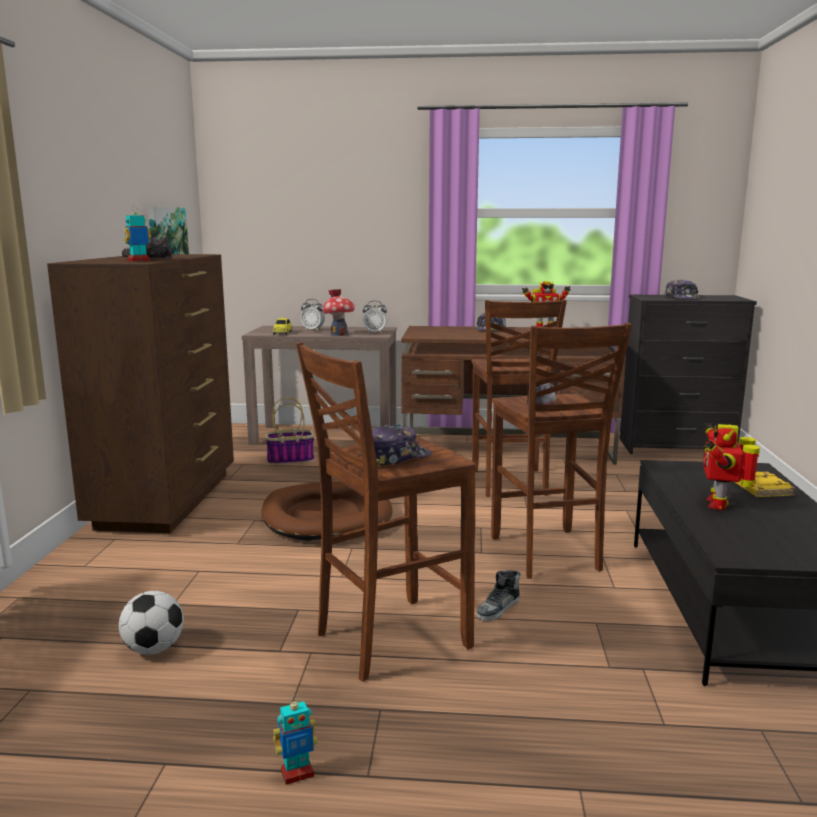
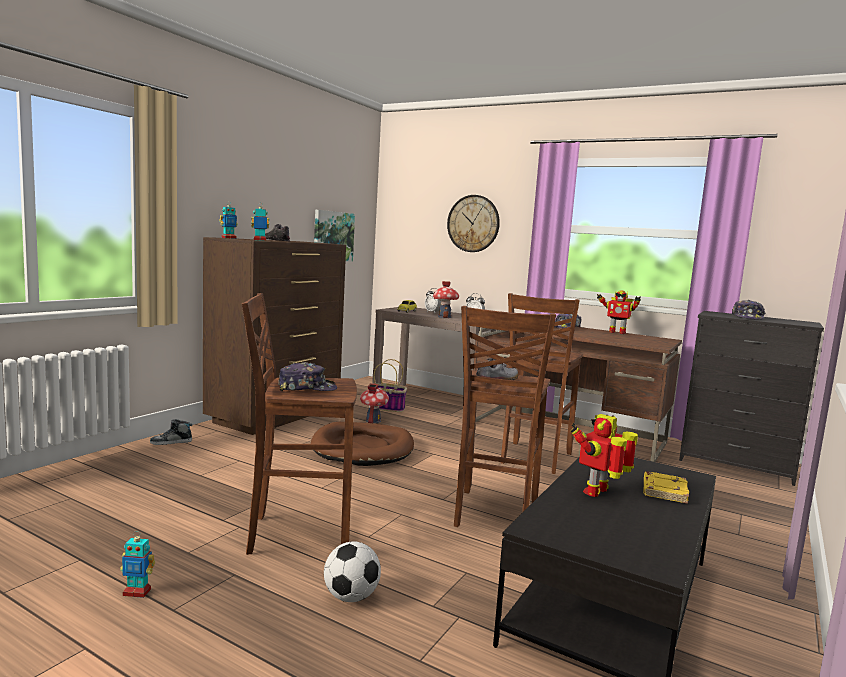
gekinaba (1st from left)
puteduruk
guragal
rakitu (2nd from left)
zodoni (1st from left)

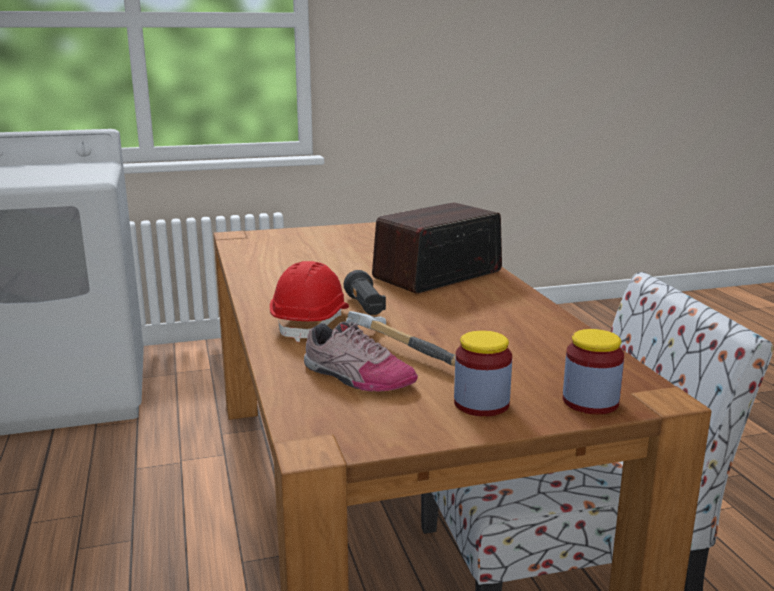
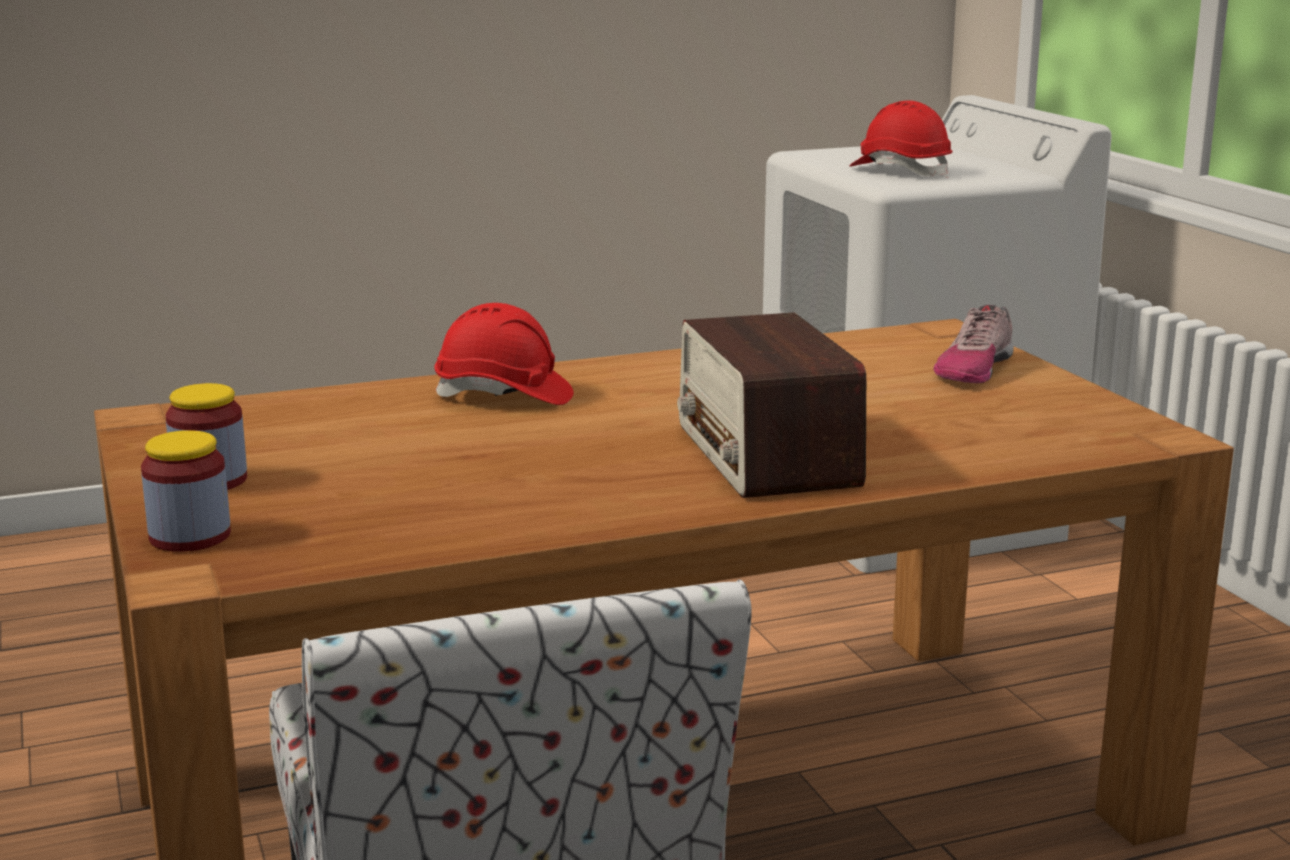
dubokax
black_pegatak
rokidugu
gekinaba
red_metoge (2nd from left)

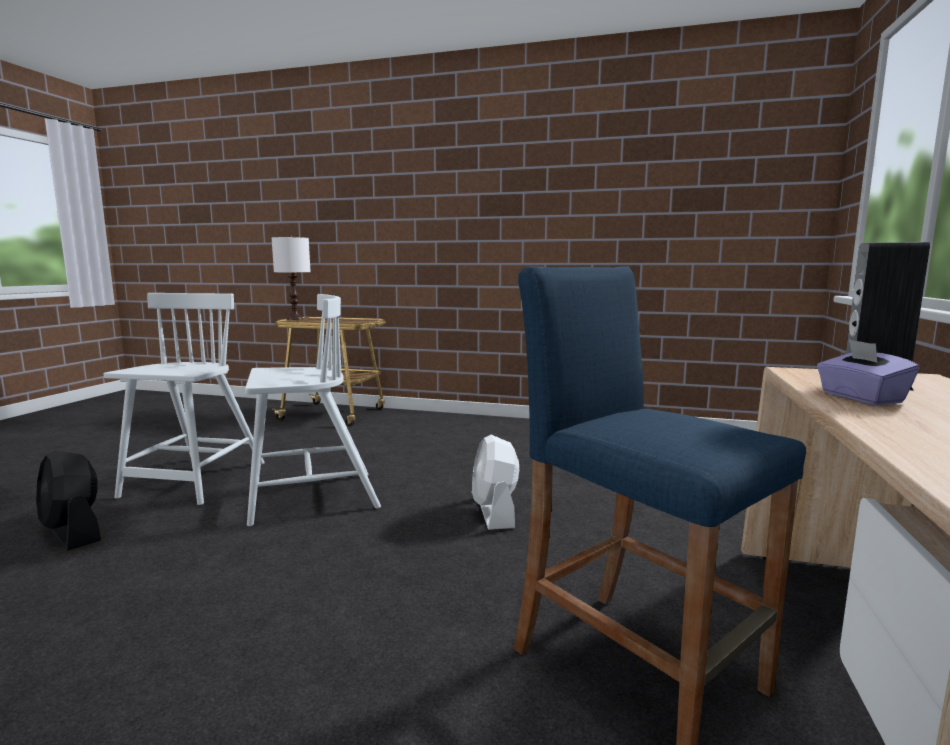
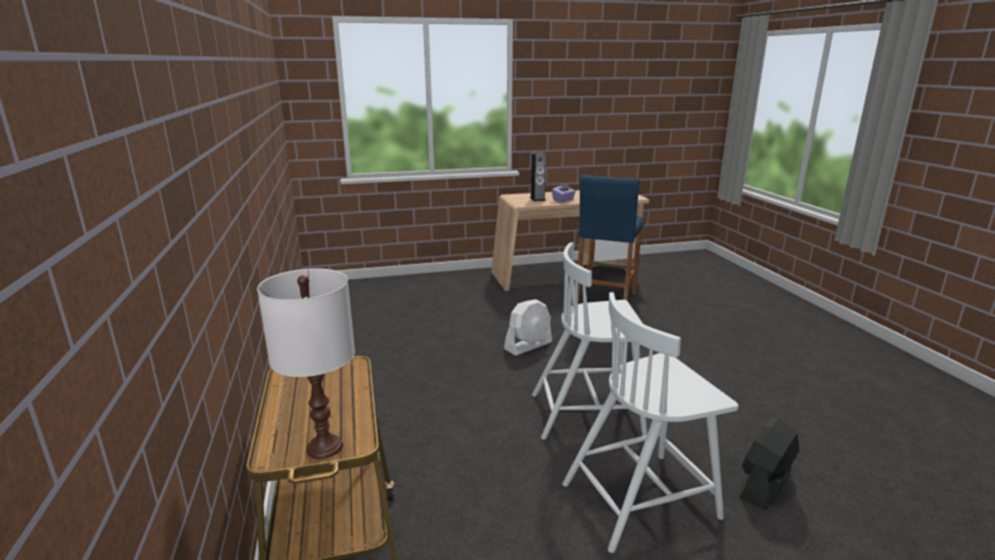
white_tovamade (1st from left)
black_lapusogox

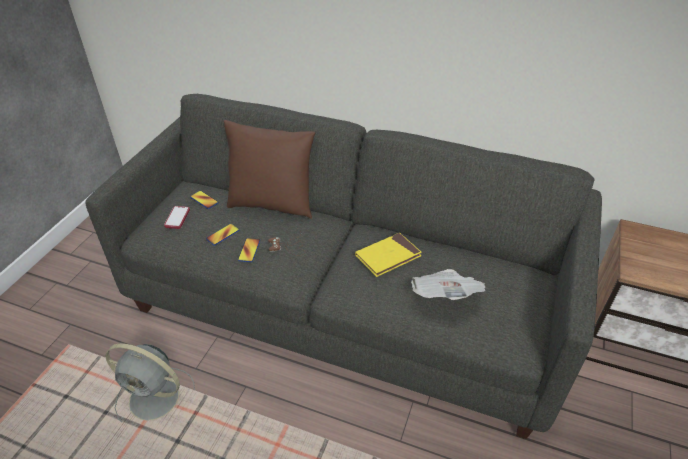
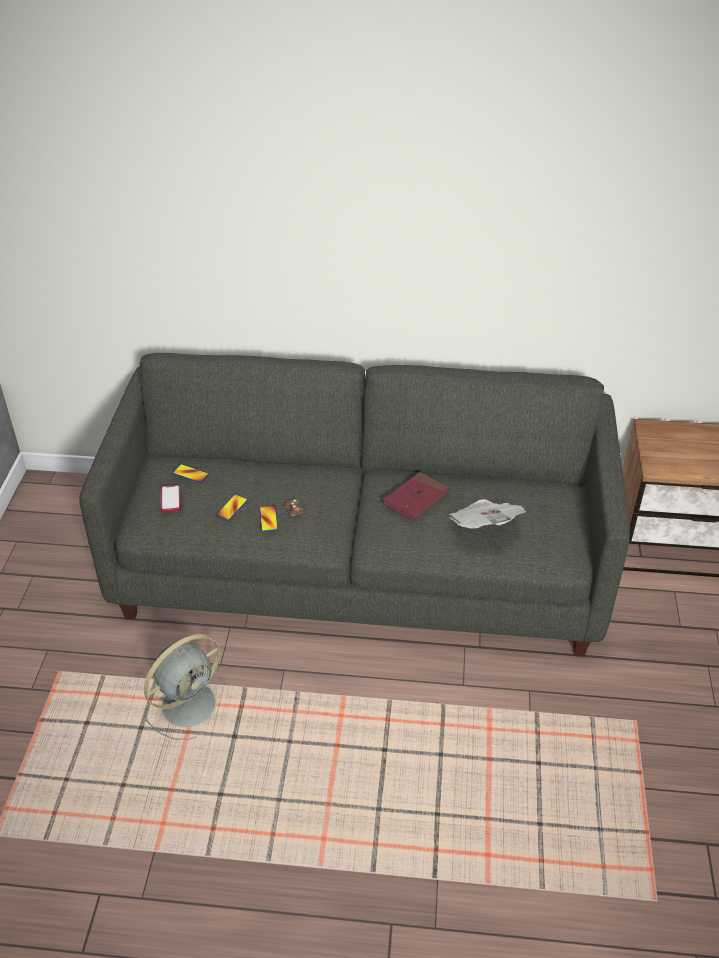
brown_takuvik
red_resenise
grey_lapusogox

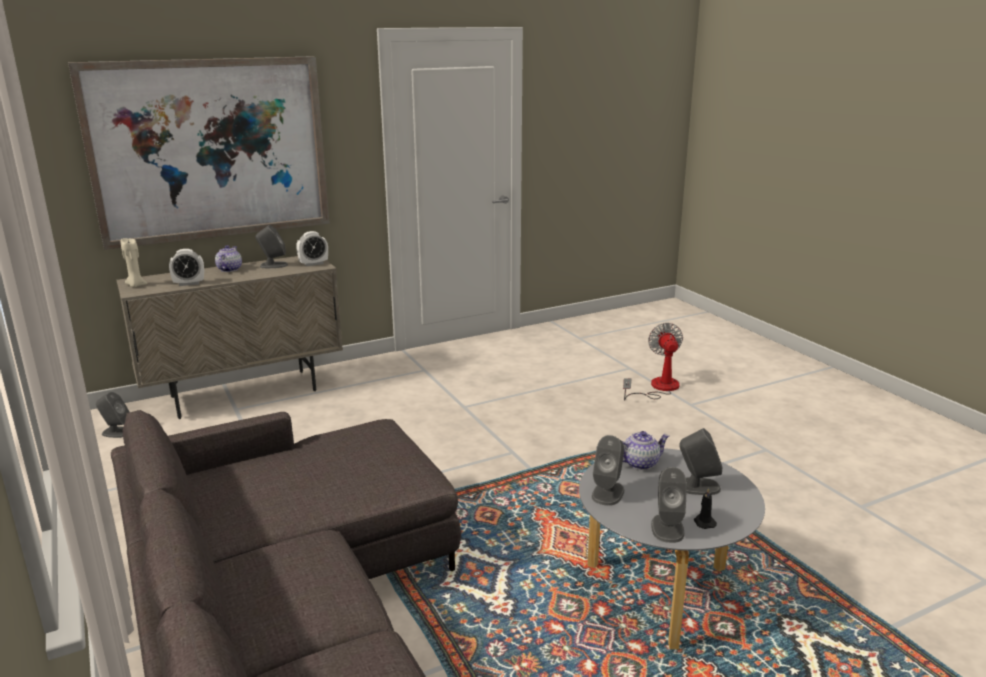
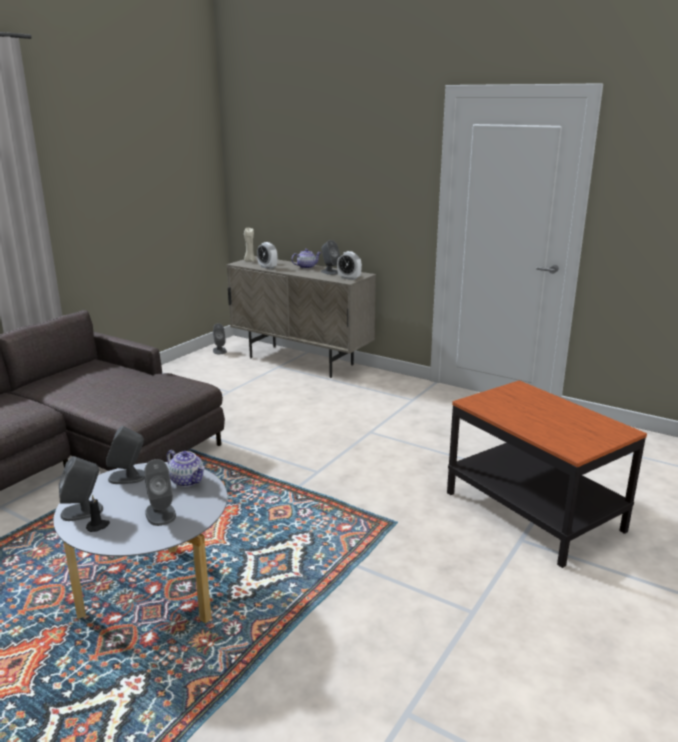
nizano
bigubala

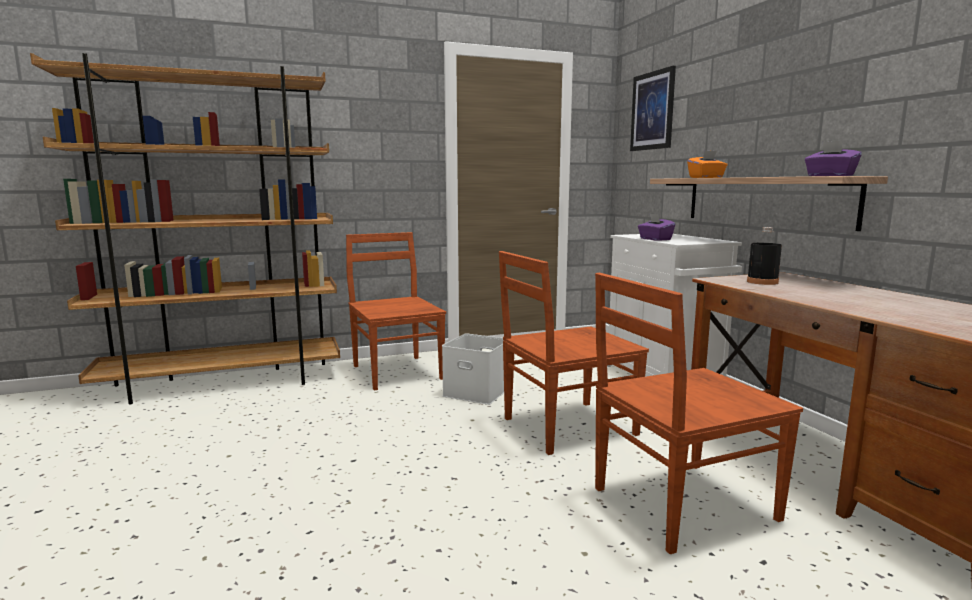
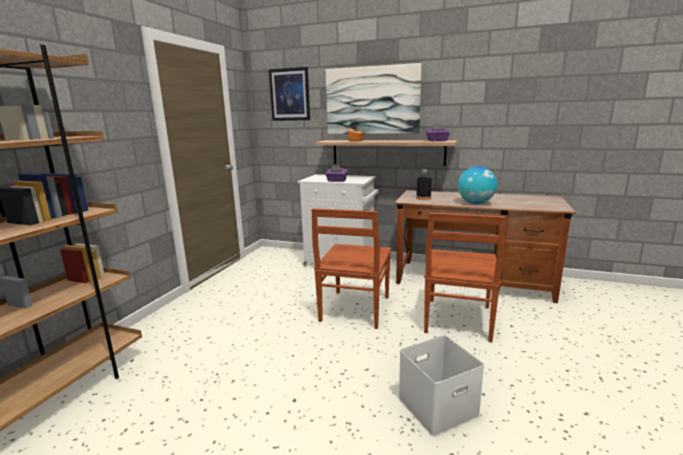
brown_tovamade (1st from left in the first image)
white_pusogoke
nizano (2nd from left)
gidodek

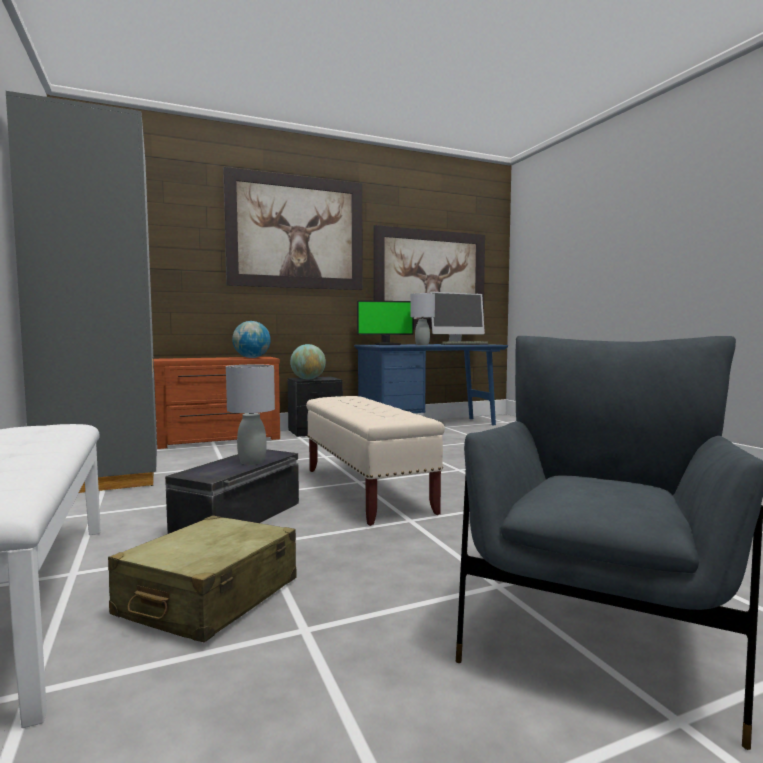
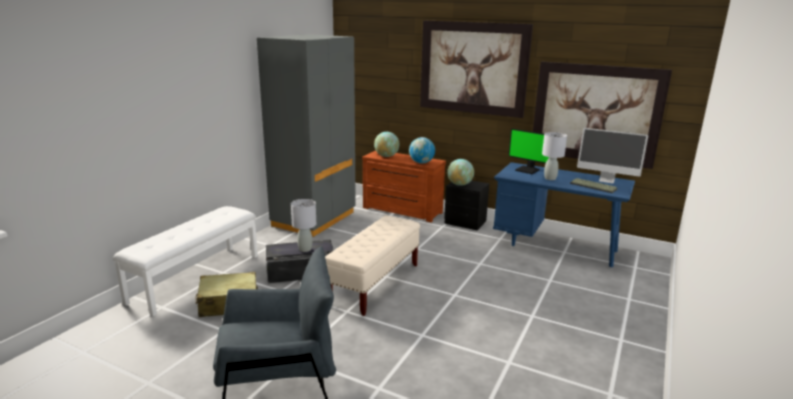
gidodek (1st from left)

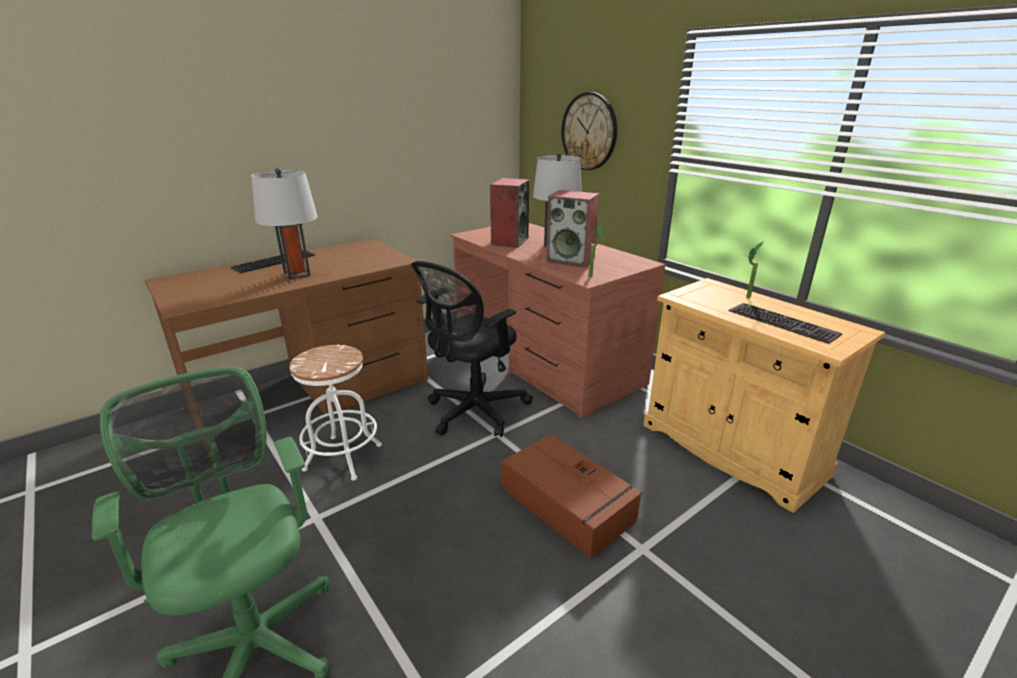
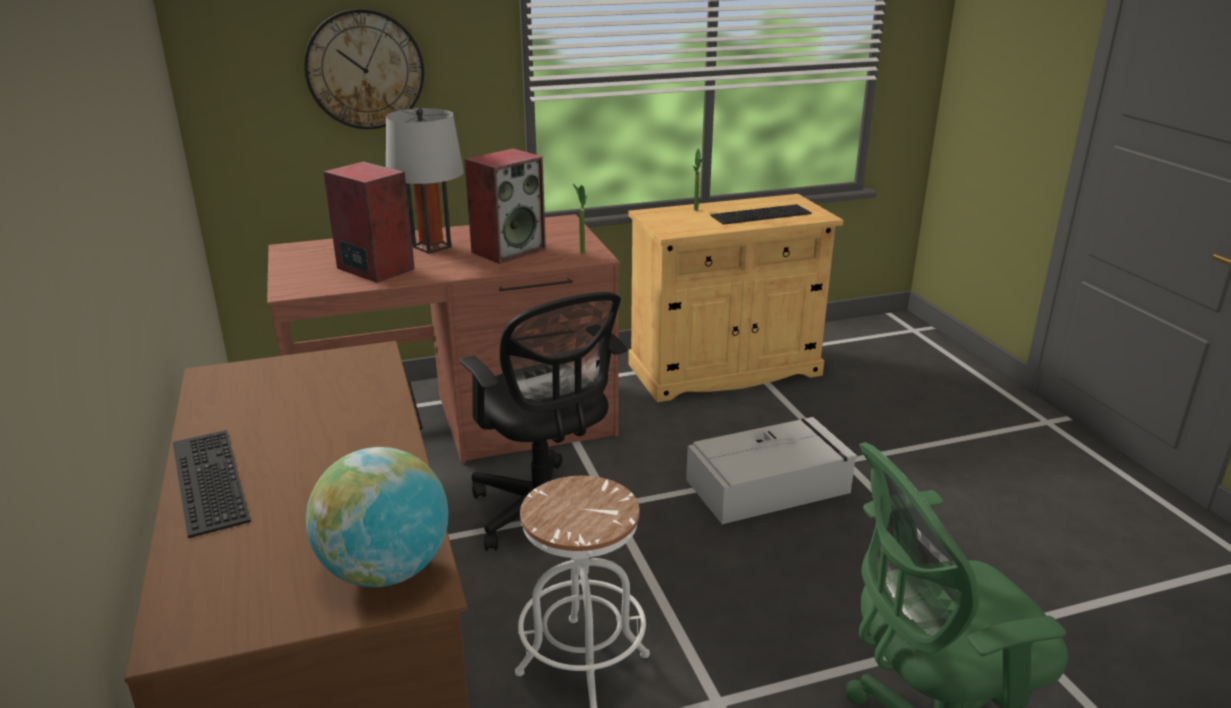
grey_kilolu (1st from left in the first image)
grey_pusogoke
gidodek

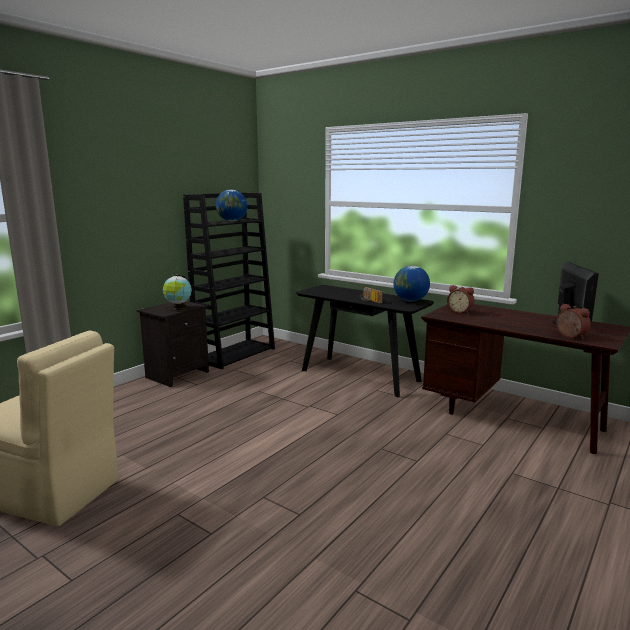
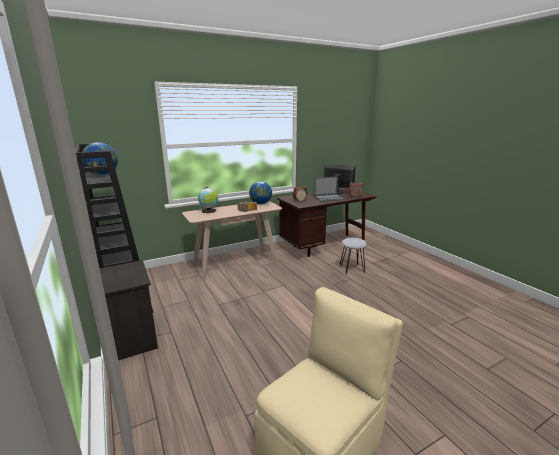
gidodek (2nd from left)
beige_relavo
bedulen
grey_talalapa

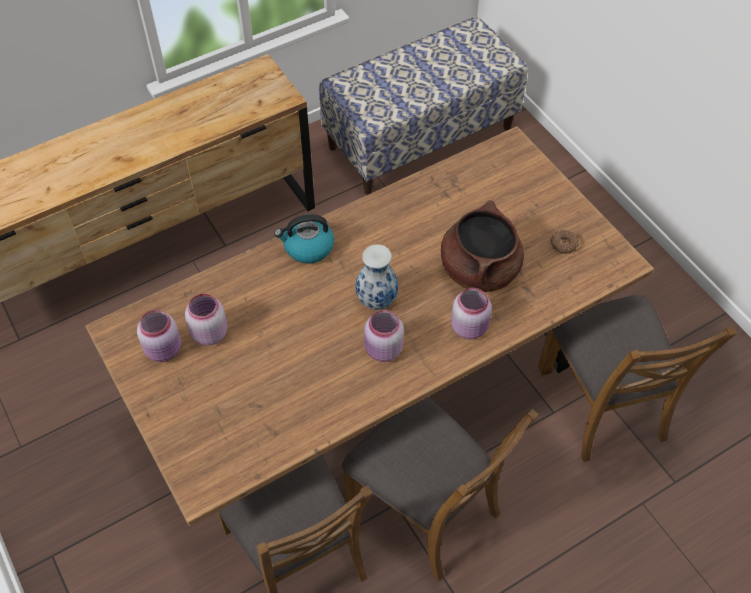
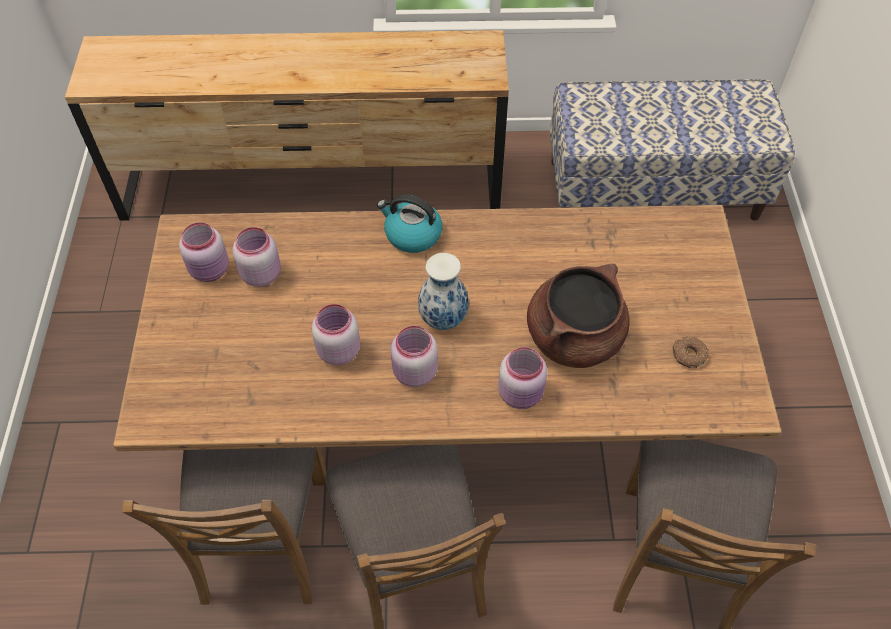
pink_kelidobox (3rd from left)

